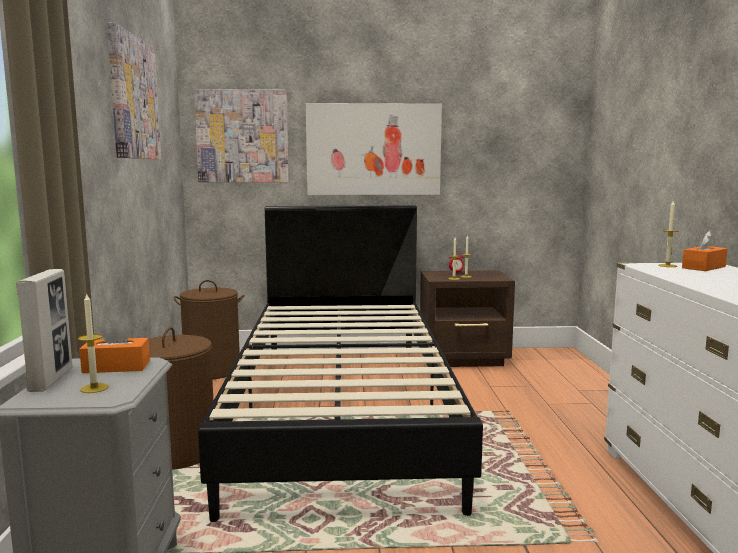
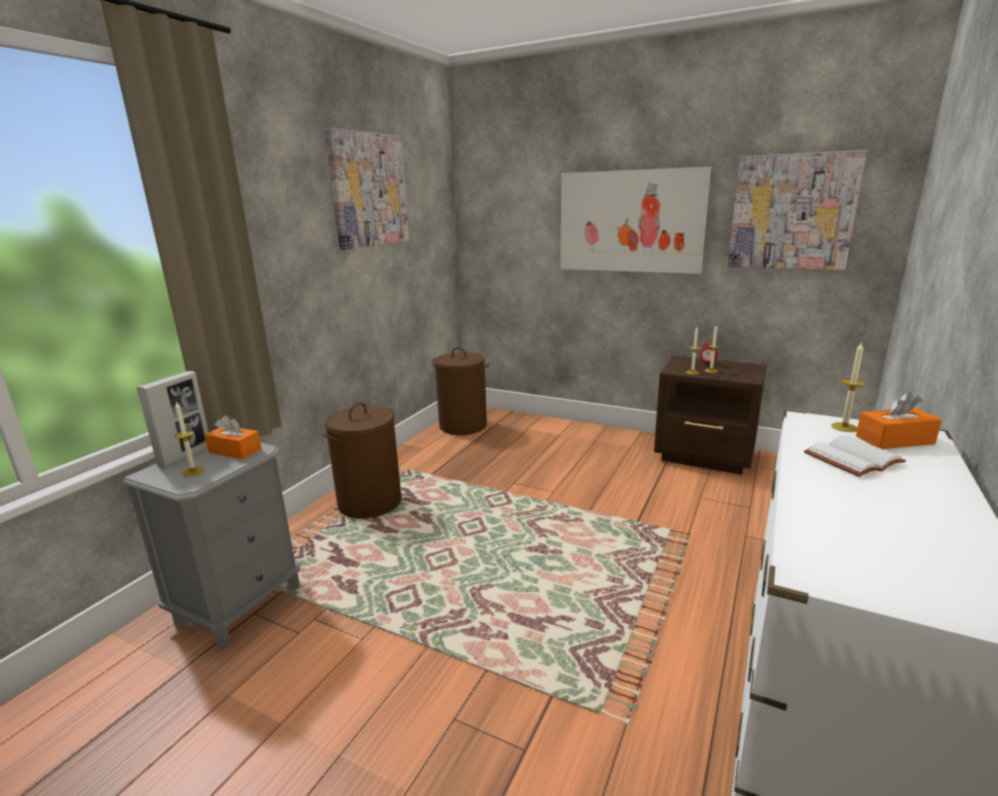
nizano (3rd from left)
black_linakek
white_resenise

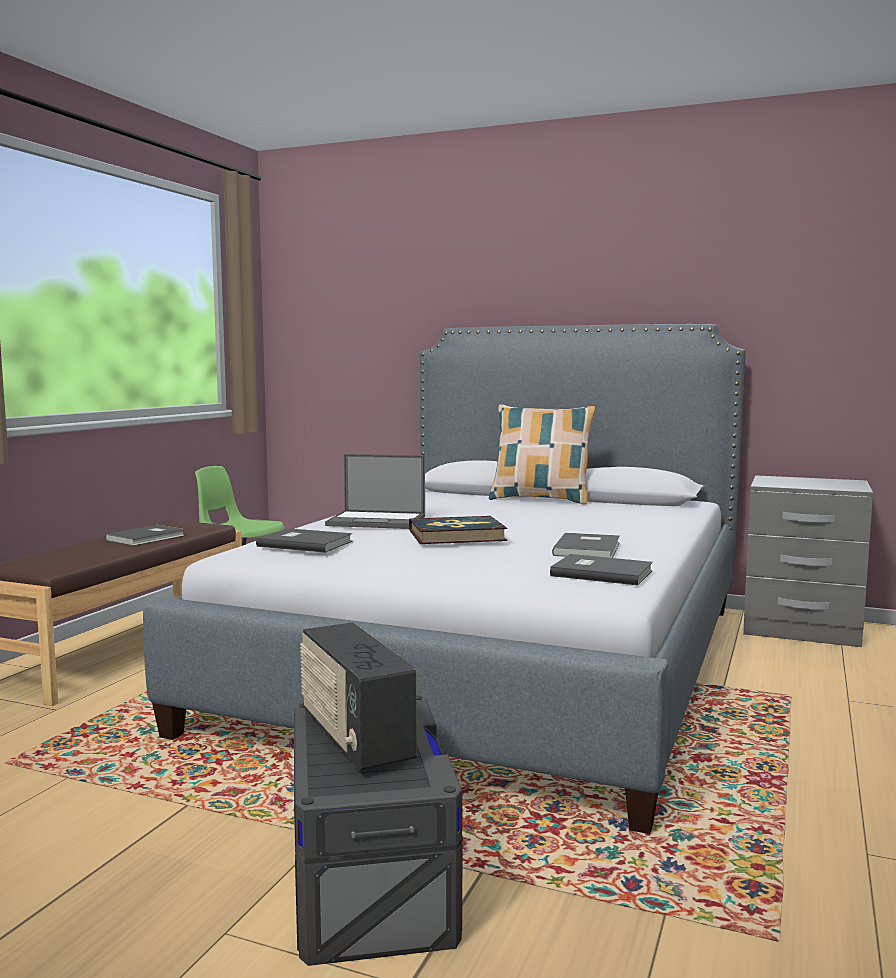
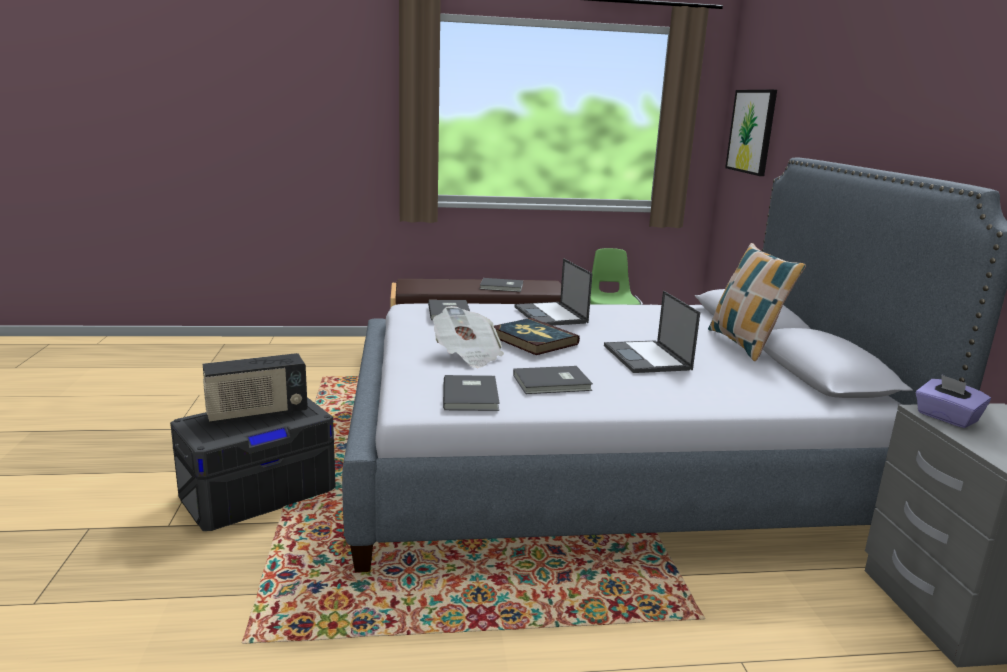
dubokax
nizano
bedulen (2nd from left)
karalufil
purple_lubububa

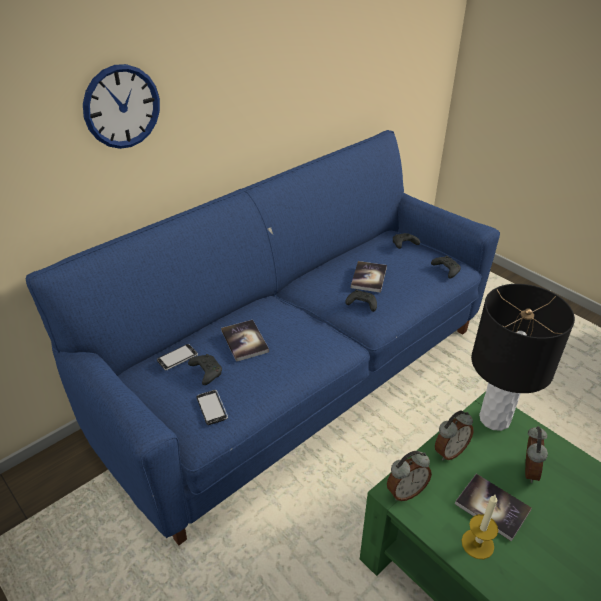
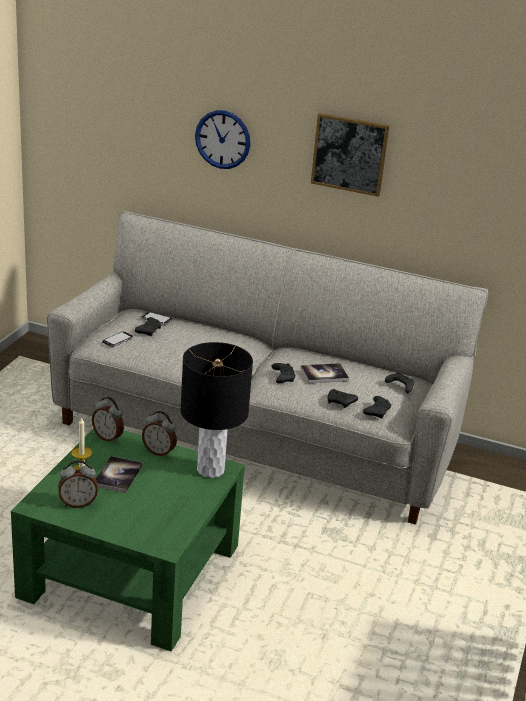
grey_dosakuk
resenise (1st from left in the first image)
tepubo (1st from left)
nizano
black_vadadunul (3rd from left)

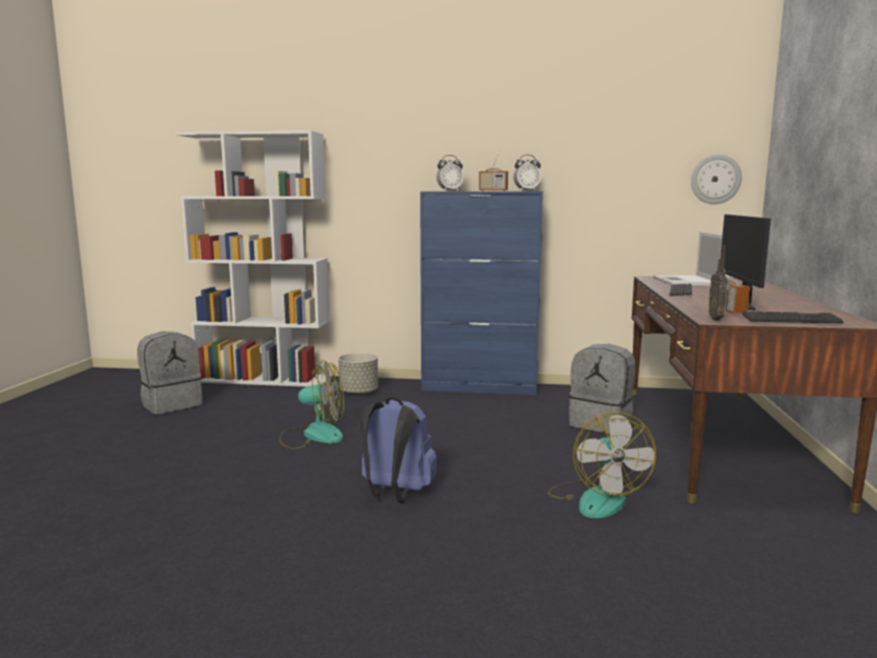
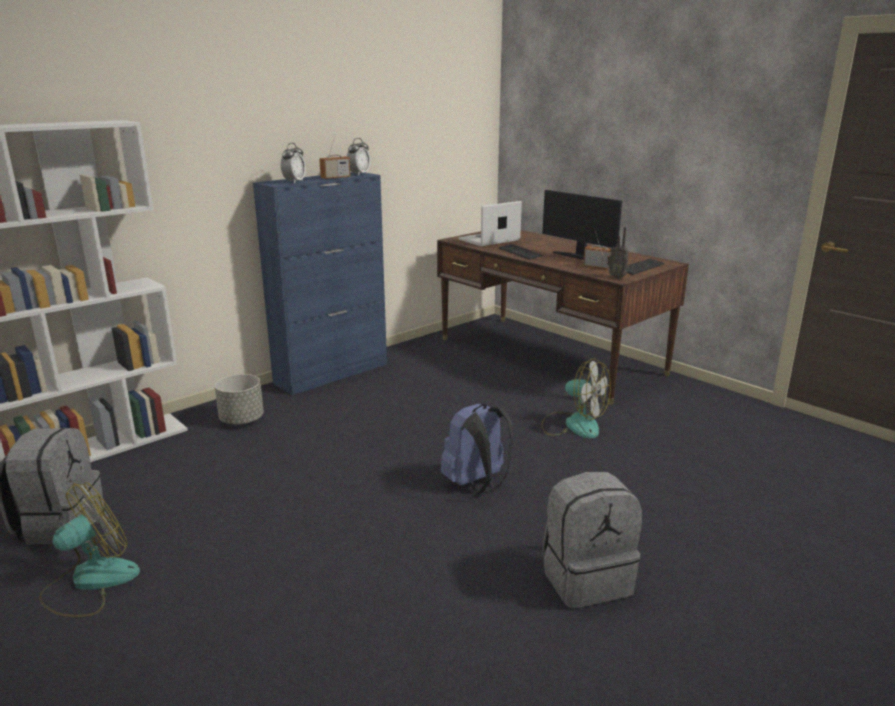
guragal
bedulen
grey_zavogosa (2nd from left)
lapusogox (1st from left)

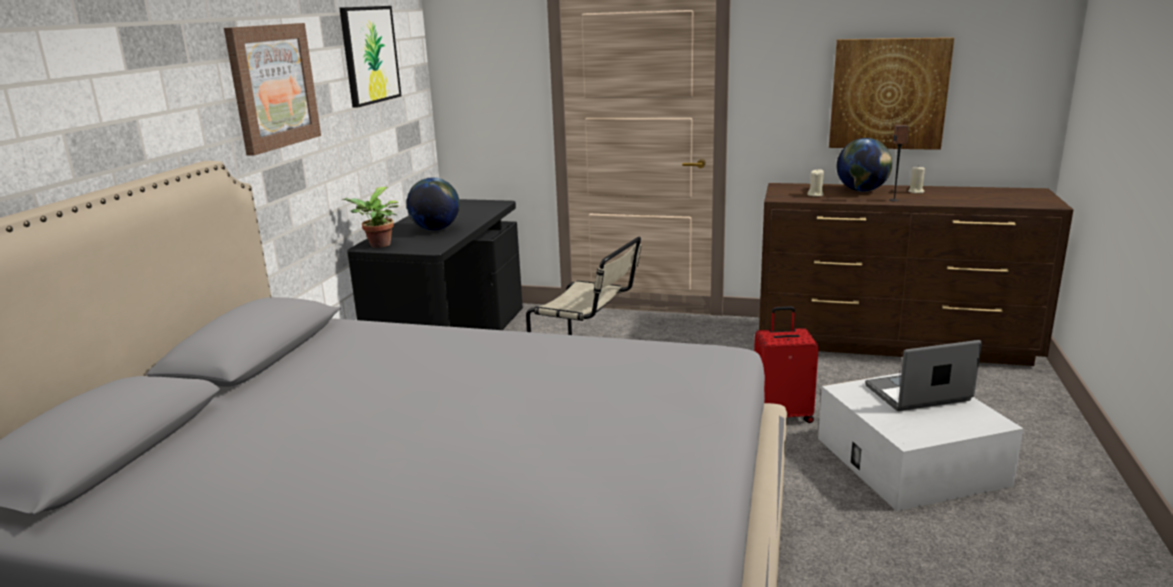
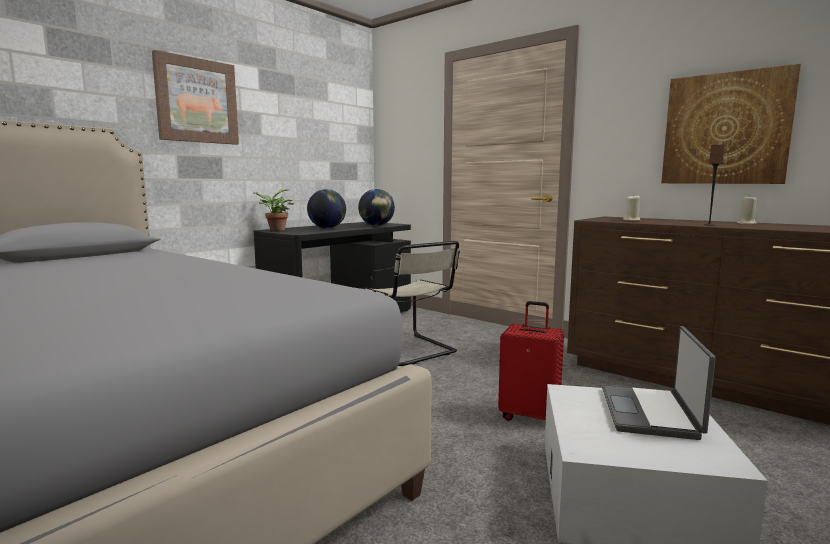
nizano (2nd from left in the first image)
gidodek (2nd from left)
bedulen

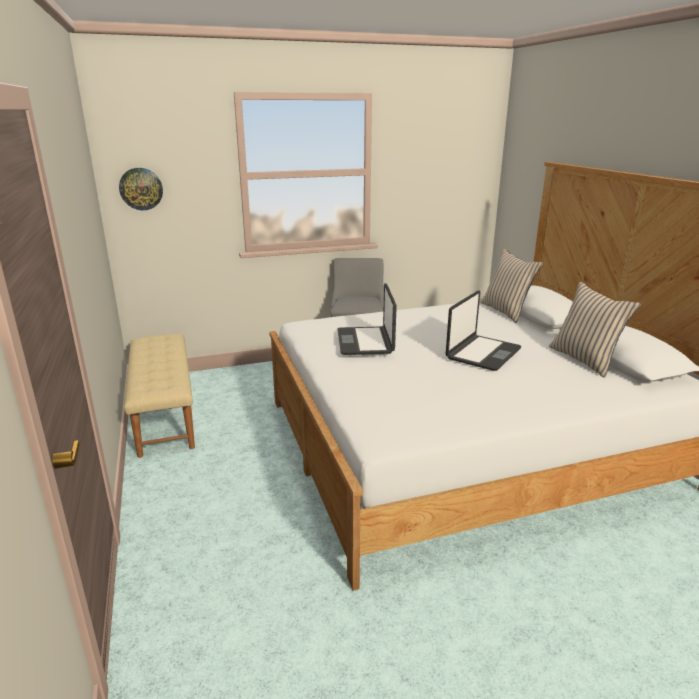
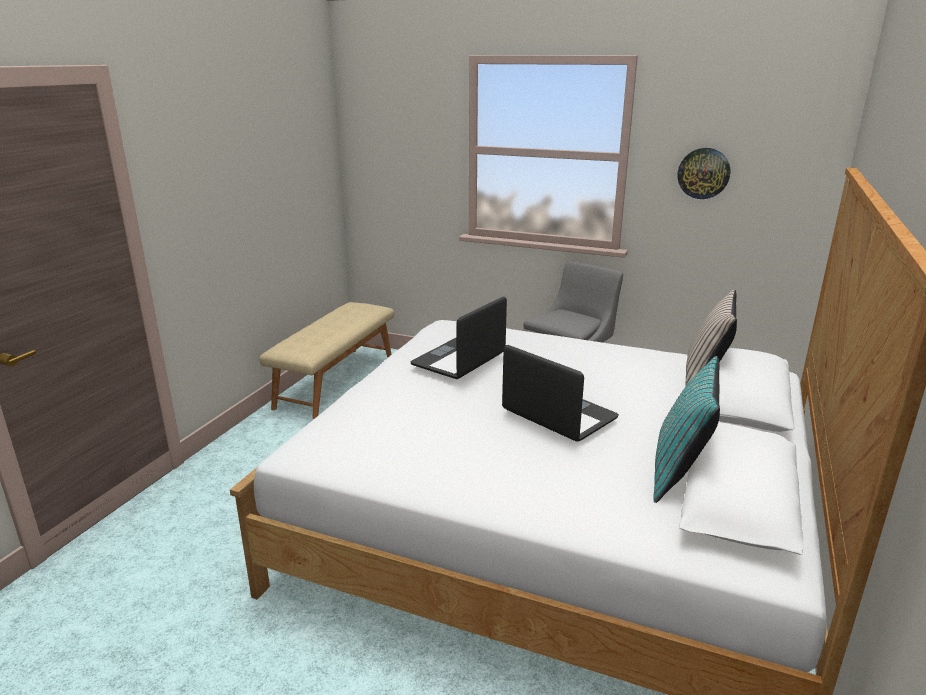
guragal
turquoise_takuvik
bedulen (2nd from left)

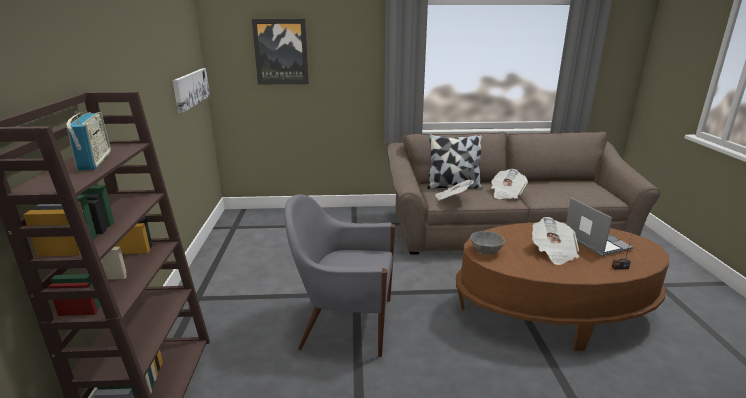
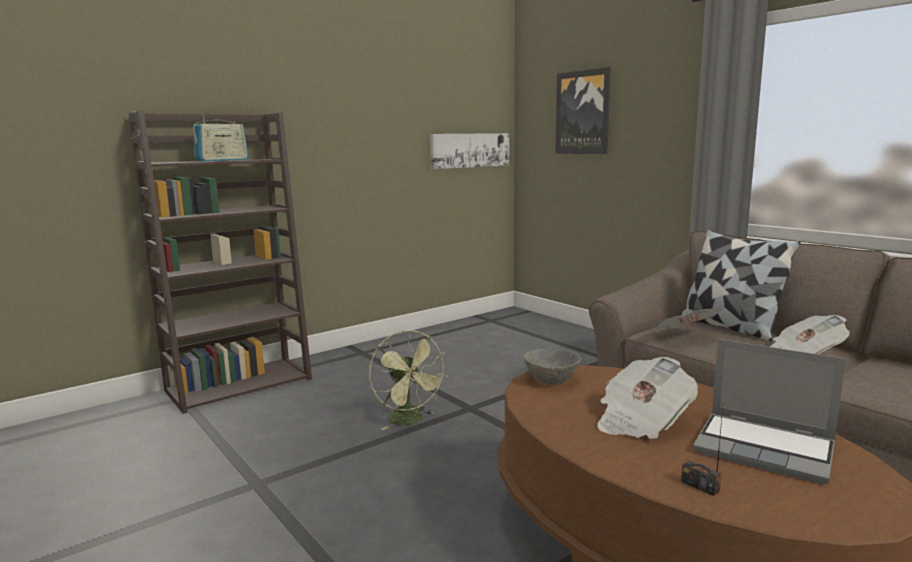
green_lapusogox
bedulen

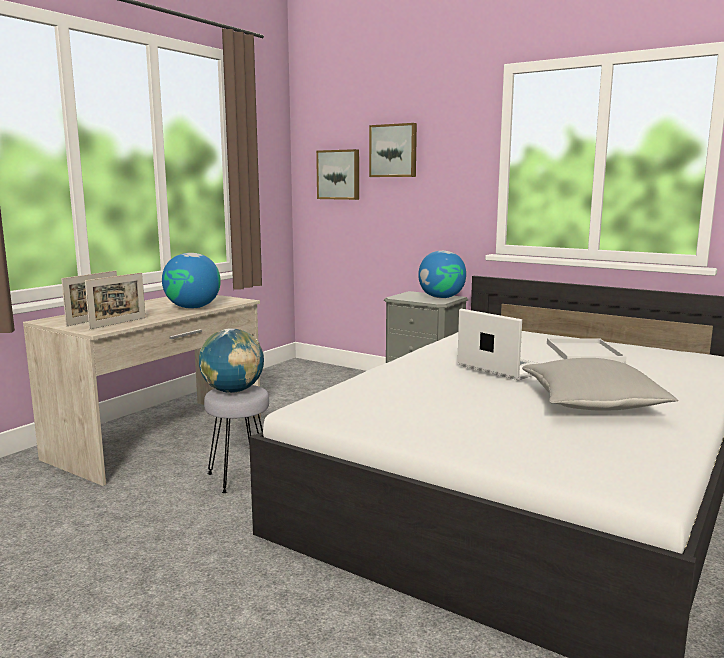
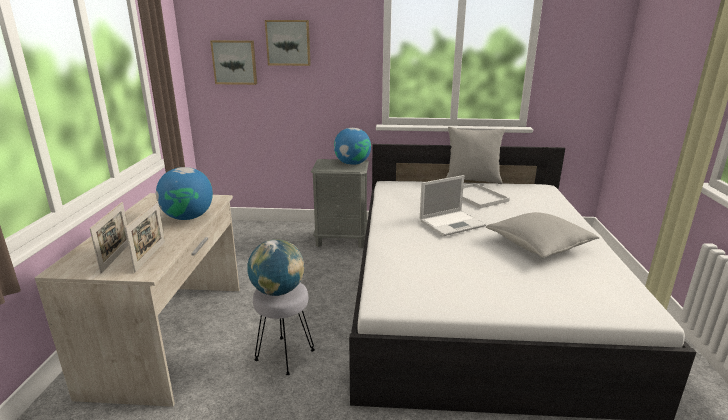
bedulen
grey_takuvik (1st from left)

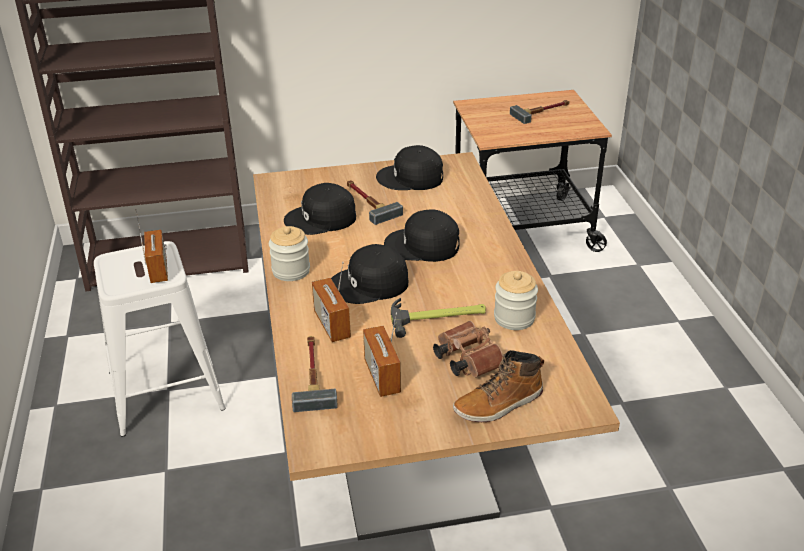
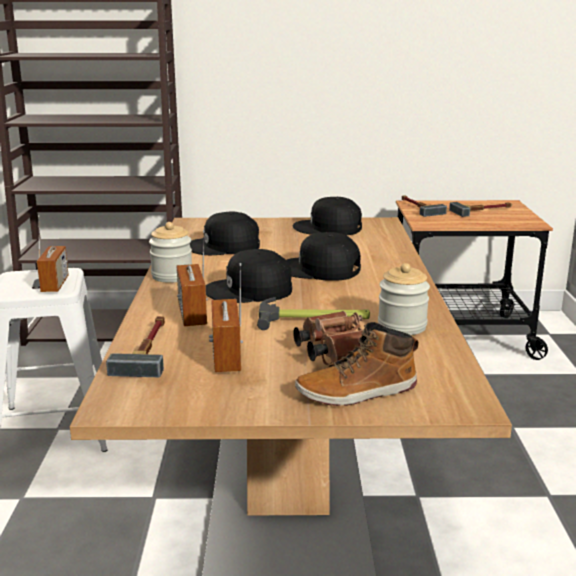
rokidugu (3rd from left)

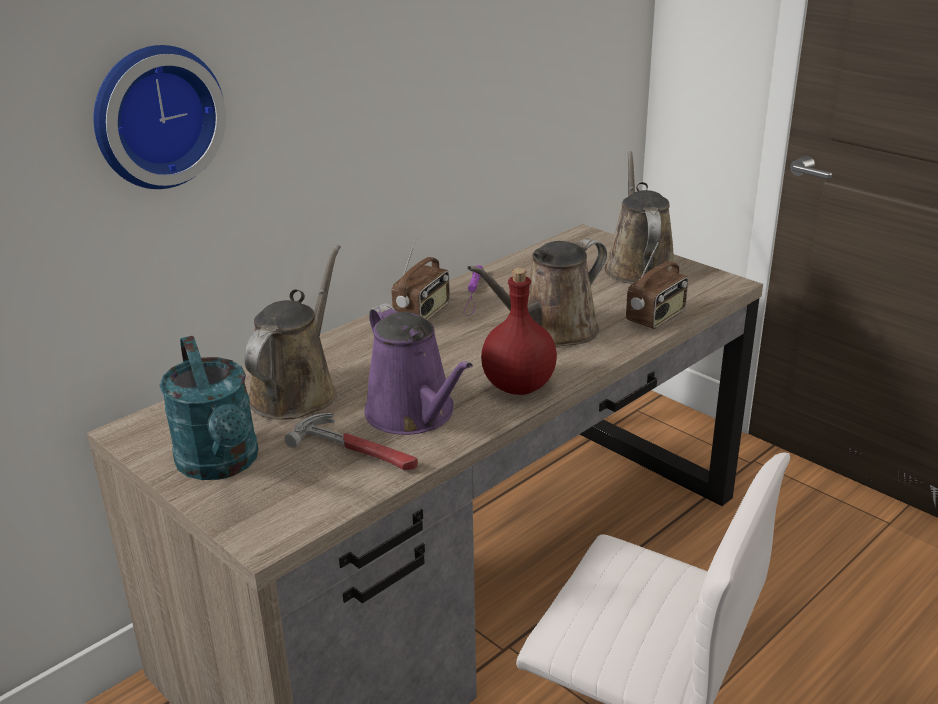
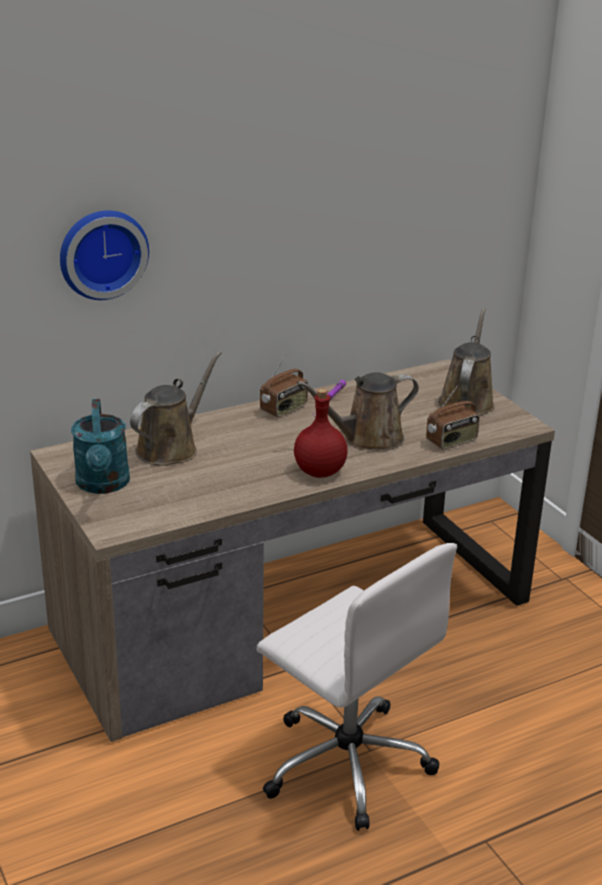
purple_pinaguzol
rokidugu

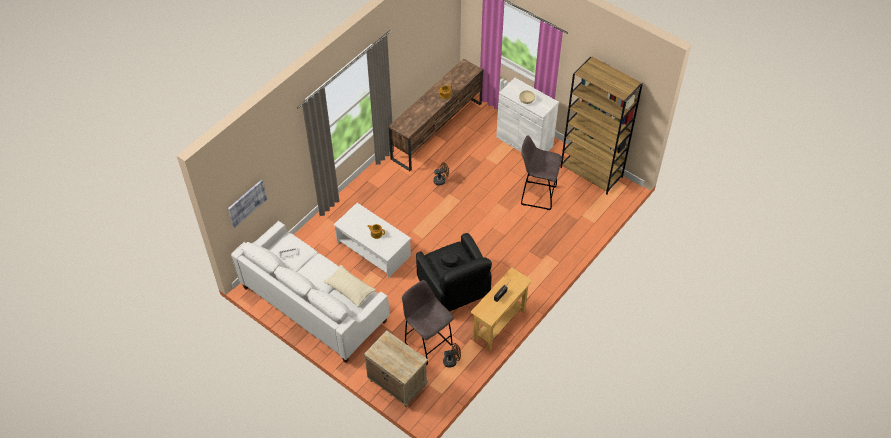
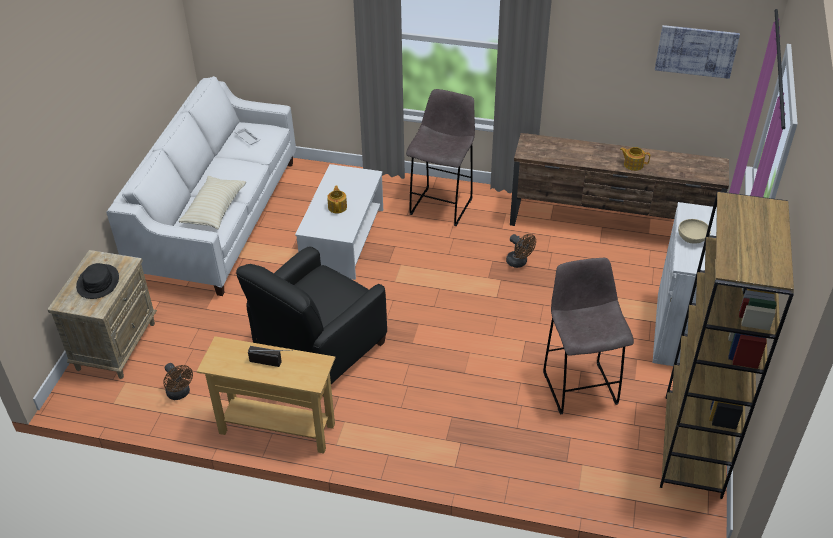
nizano
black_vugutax
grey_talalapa (1st from left)

